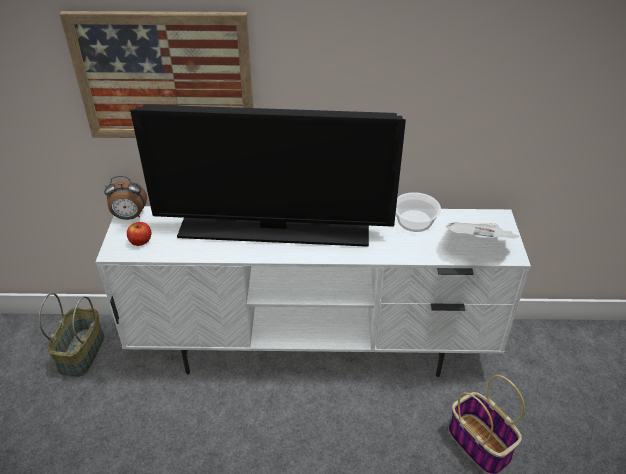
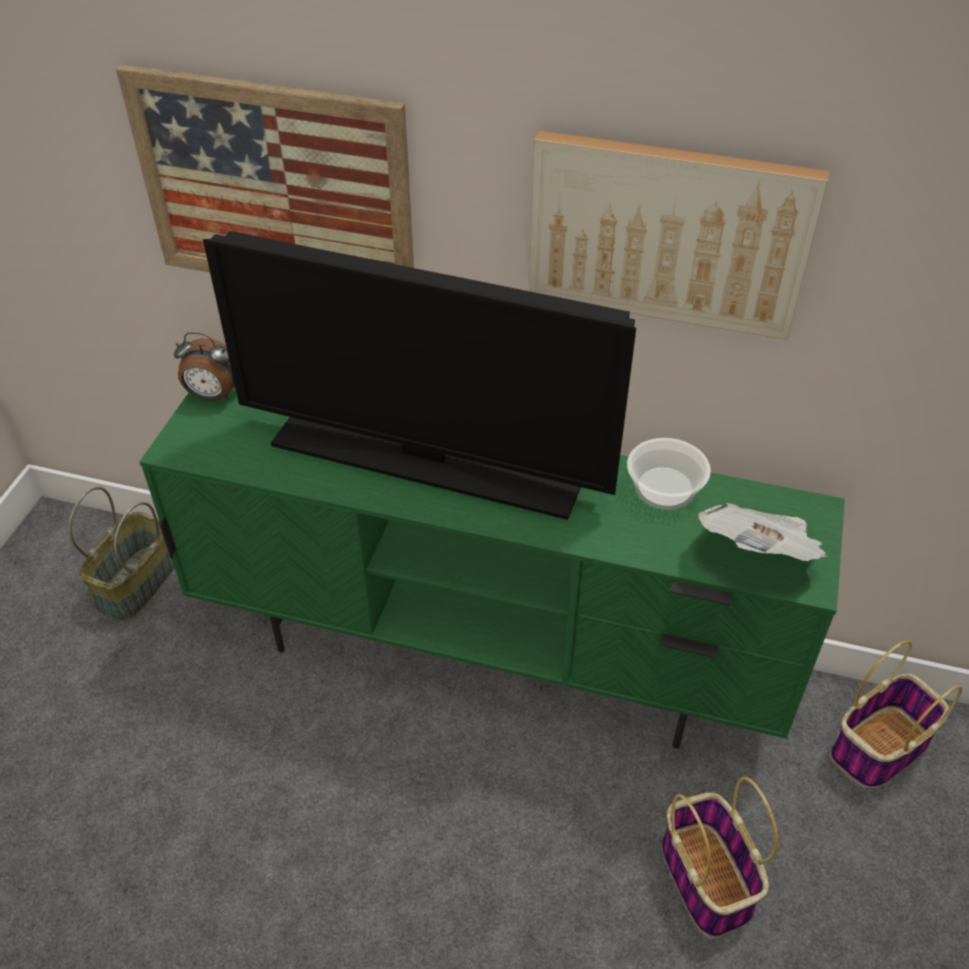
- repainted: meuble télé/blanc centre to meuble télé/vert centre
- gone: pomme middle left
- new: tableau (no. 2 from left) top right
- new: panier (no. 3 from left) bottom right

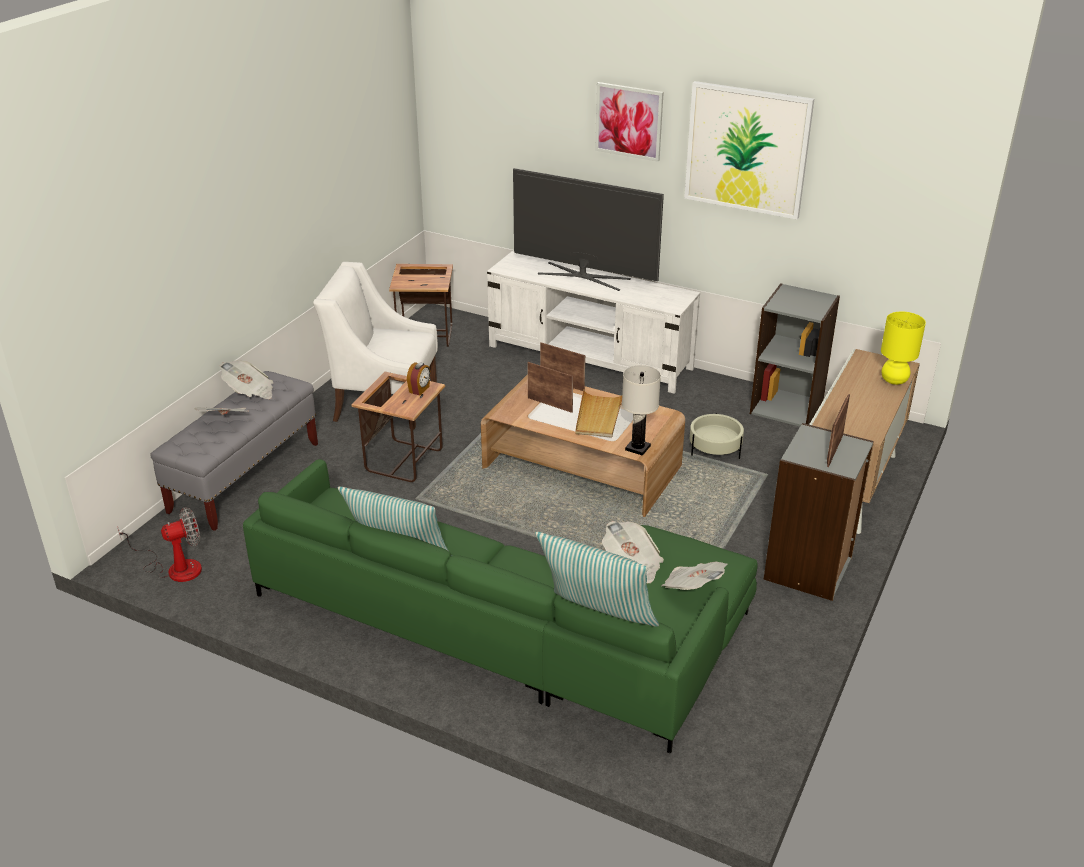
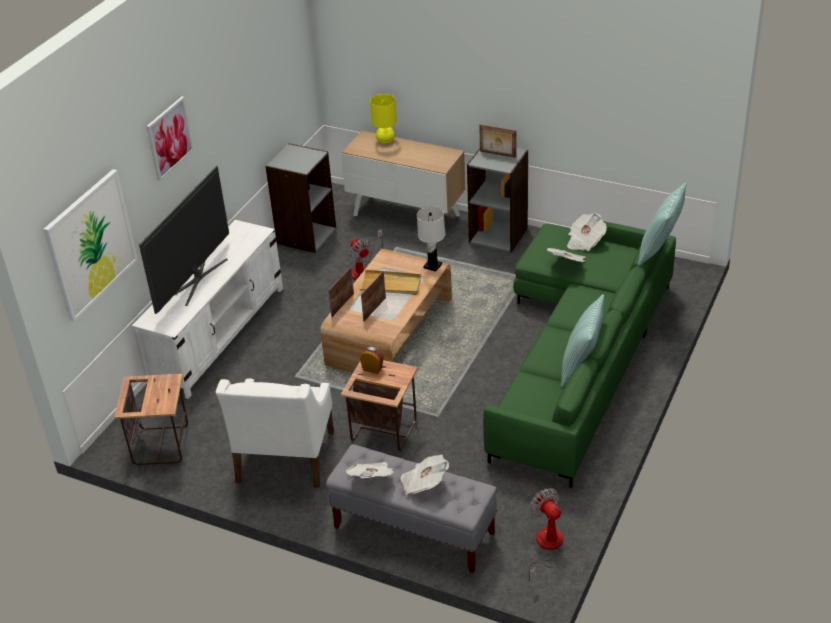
- shifted: tableau (no. 2 from left in the first image) top right to tableau (no. 1 from left) middle left
- swapped: cache-pot/beige centre to ventilateur (no. 1 from left) centre

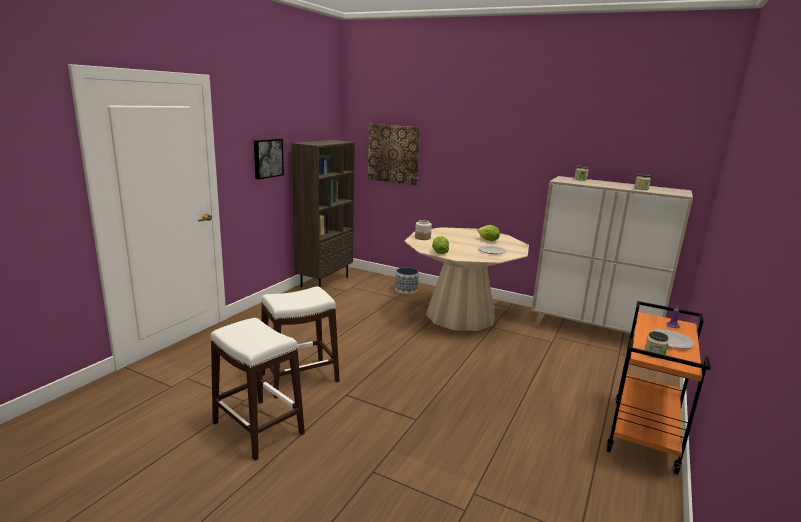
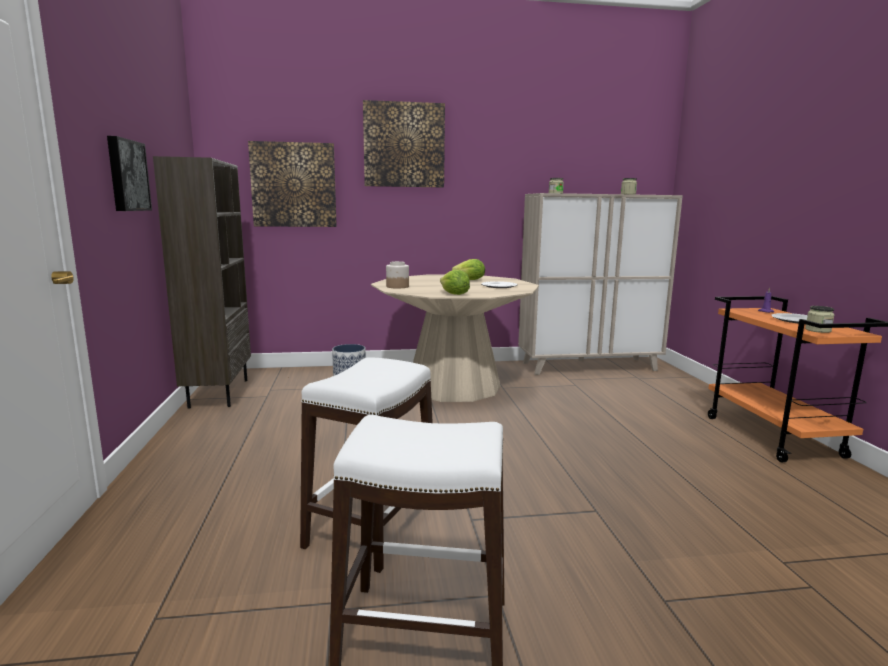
- new: tableau (no. 3 from left) top centre

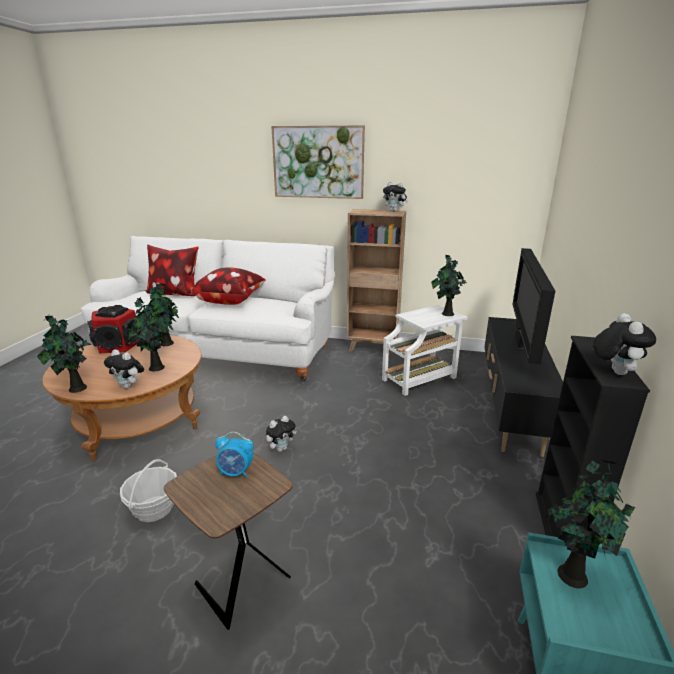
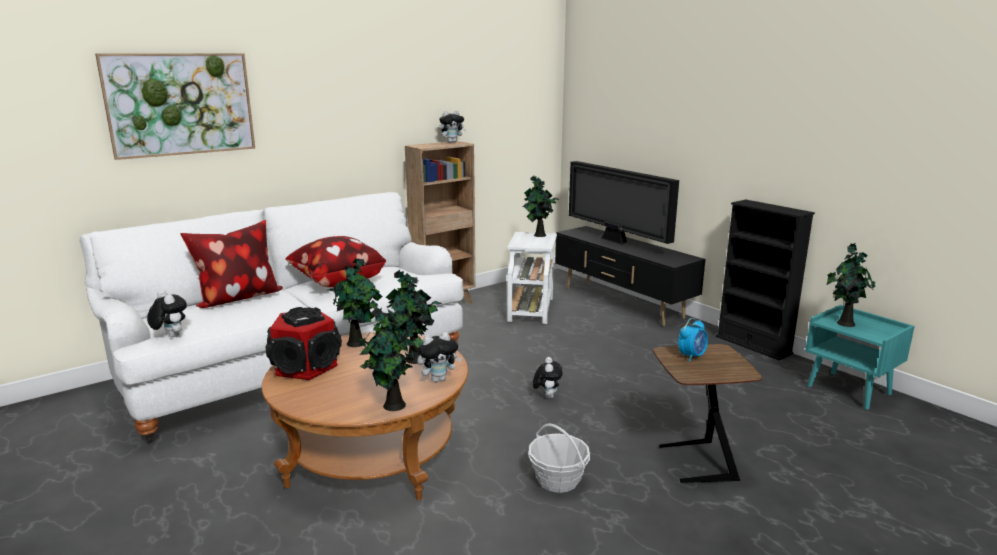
- shifted: tableau top centre to top left
- shifted: peluche (no. 4 from left in the first image) middle right to peluche (no. 1 from left) middle left

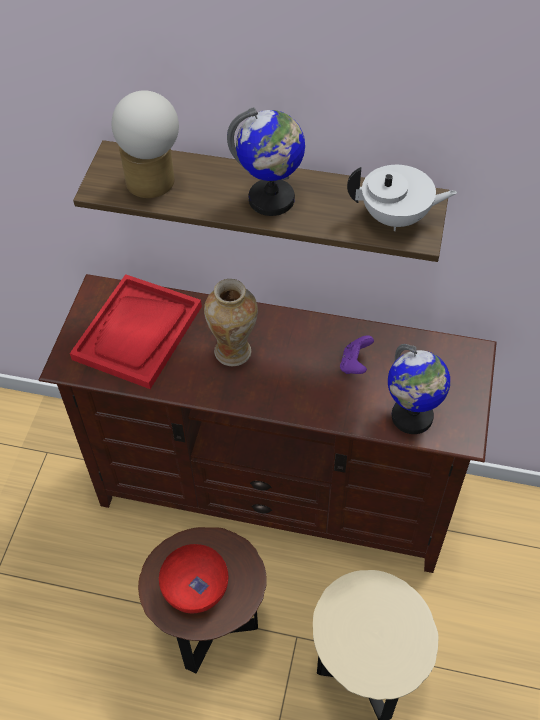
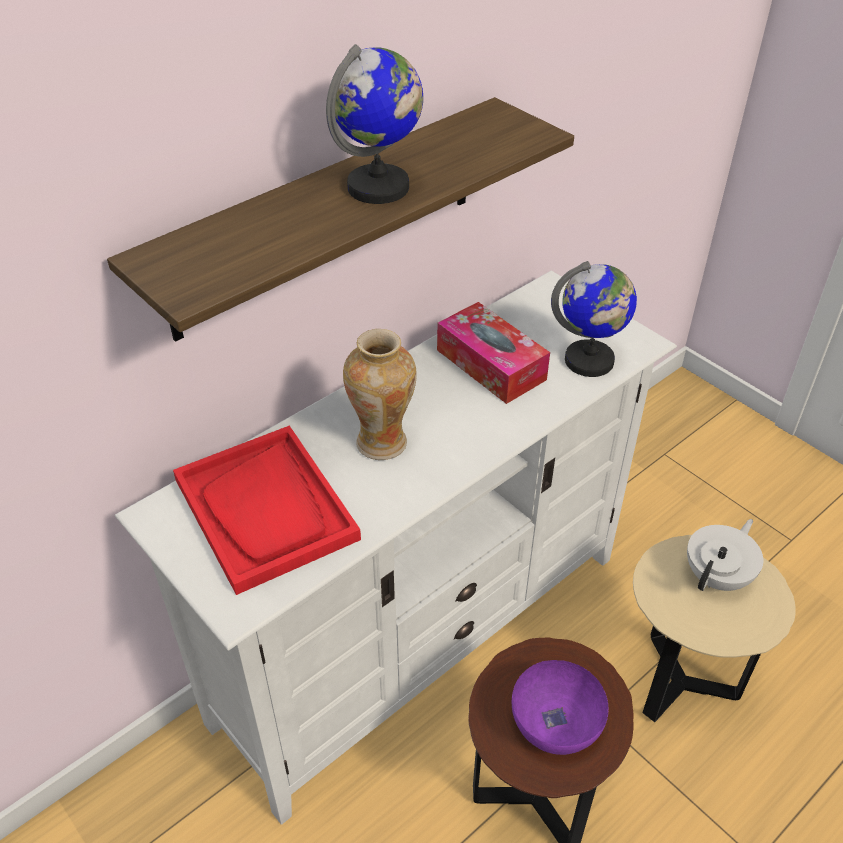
- repainted: meuble télé/marron centre to meuble télé/blanc centre
- gone: lampe de table top left
- repainted: bol/rouge bottom centre to bol/violet bottom centre
- swapped: manette/violet centre to boîte à mouchoirs centre
- shifted: théière/blanc top right to middle right

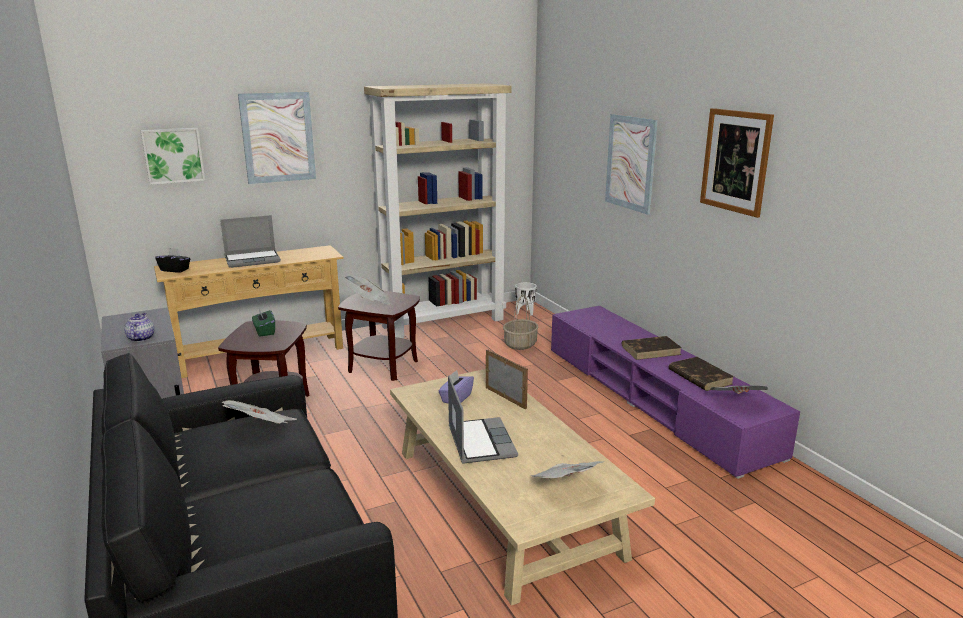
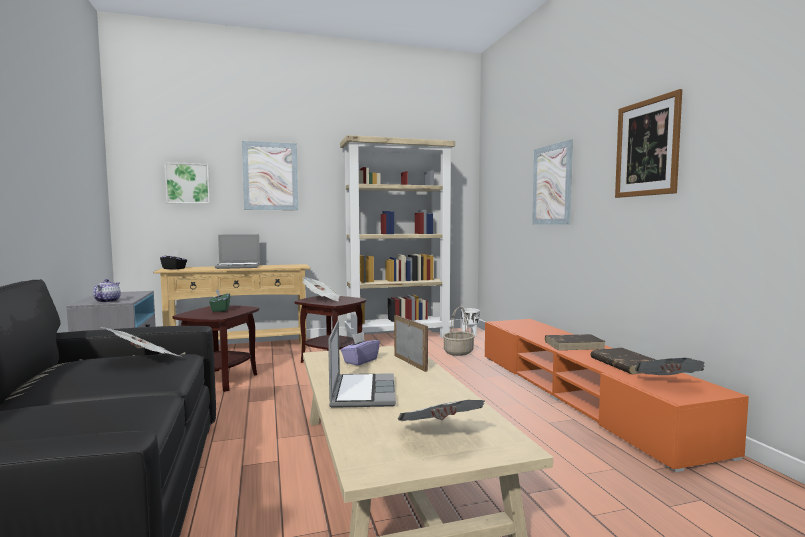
- repainted: meuble télé/violet middle right to meuble télé/orange bottom right

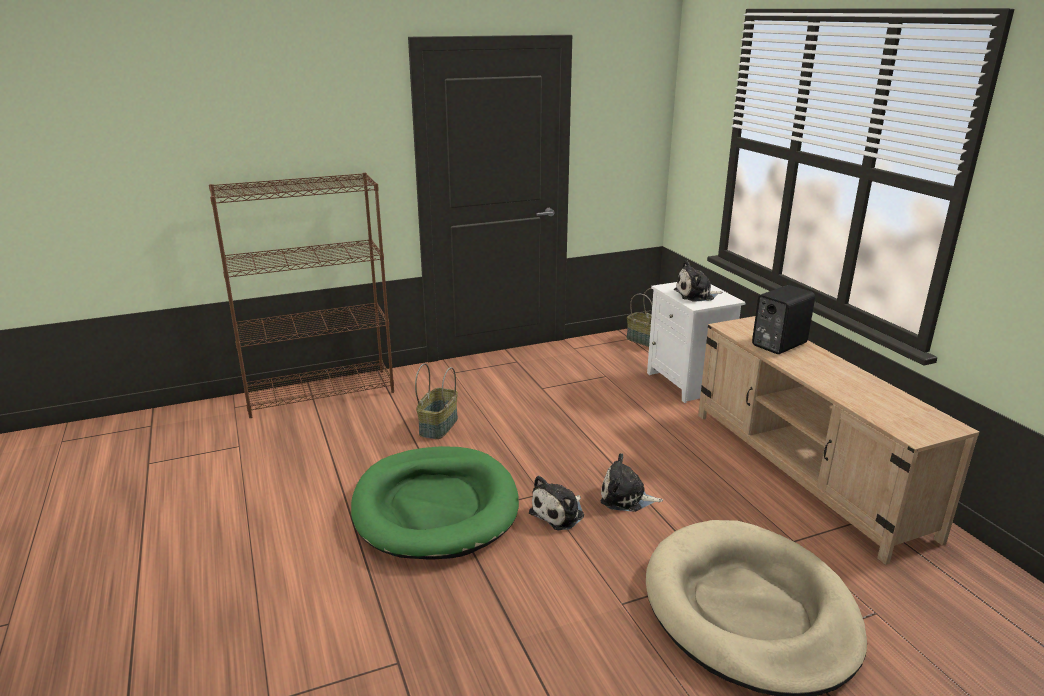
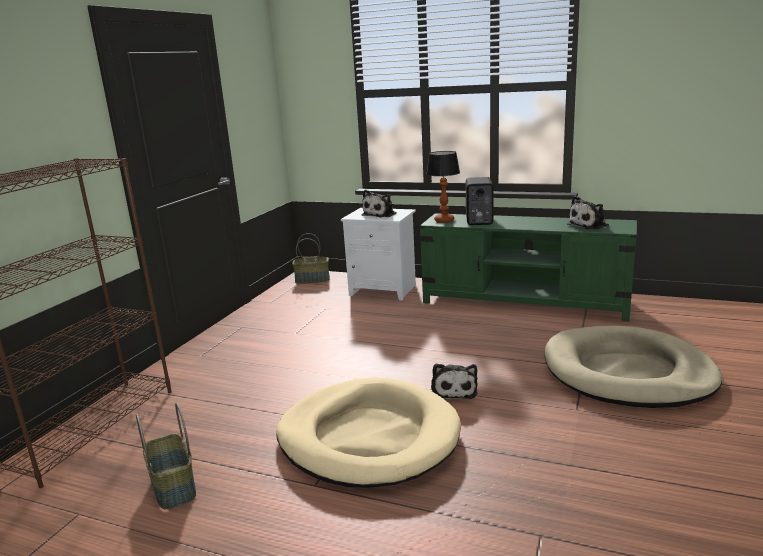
- repainted: panier pour chien/vert bottom centre to panier pour chien/beige (no. 1 from left) bottom centre
- shifted: panier (no. 1 from left) centre to bottom left
- shifted: peluche (no. 2 from left in the first image) bottom centre to peluche (no. 3 from left) middle right
- repainted: meuble télé/beige middle right to meuble télé/vert middle right
- new: lampe de table centre

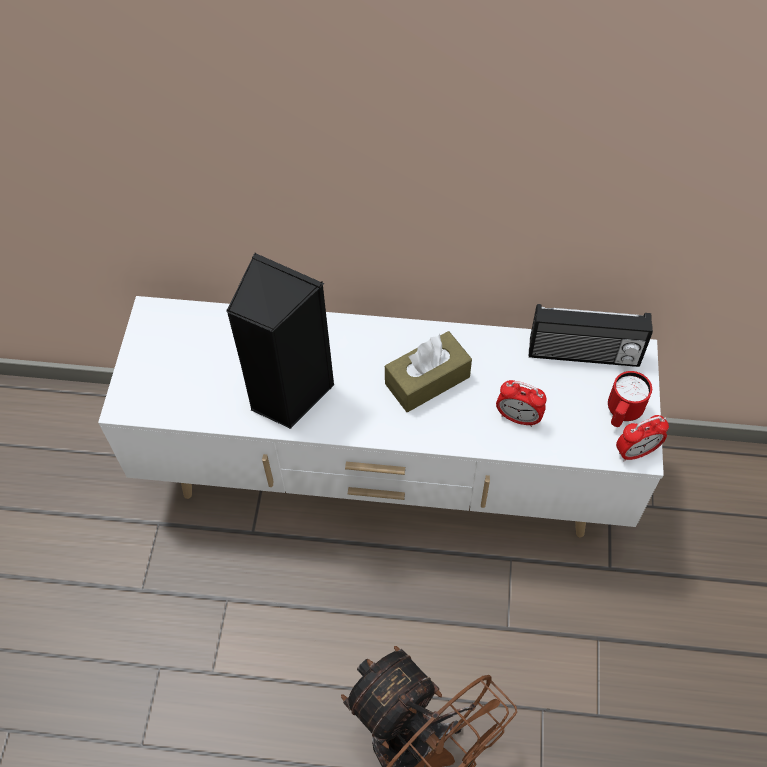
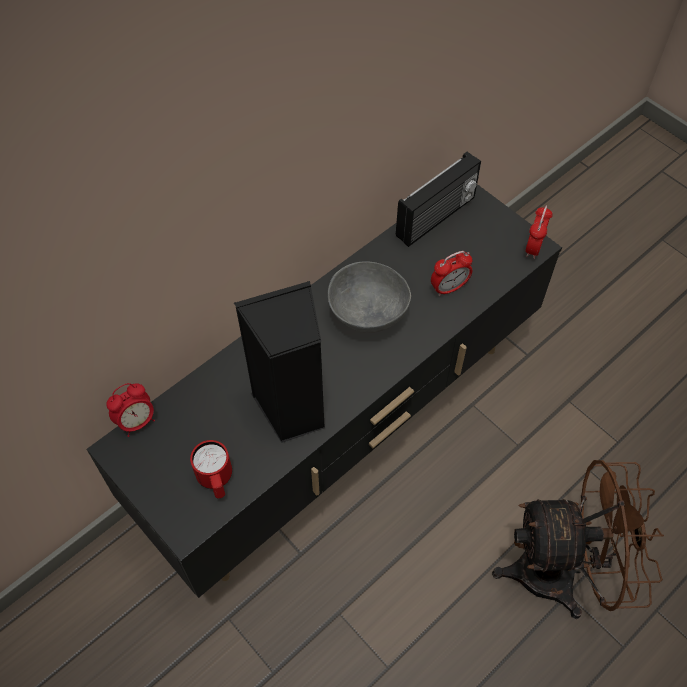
- repainted: meuble télé/blanc centre to meuble télé/noir centre
- swapped: boîte à mouchoirs/marron centre to bol/gris centre
- shifted: mug/rouge middle right to bottom left
- new: réveil (no. 1 from left) middle left

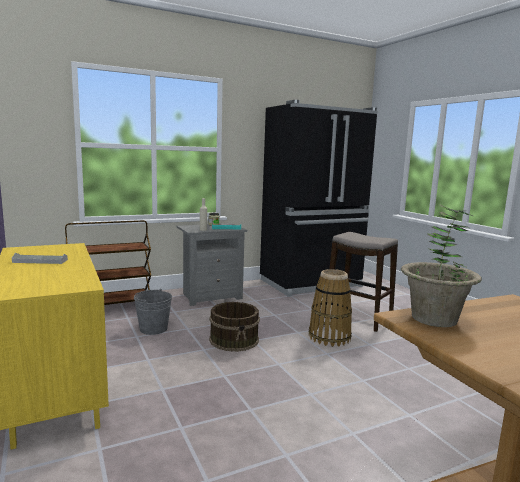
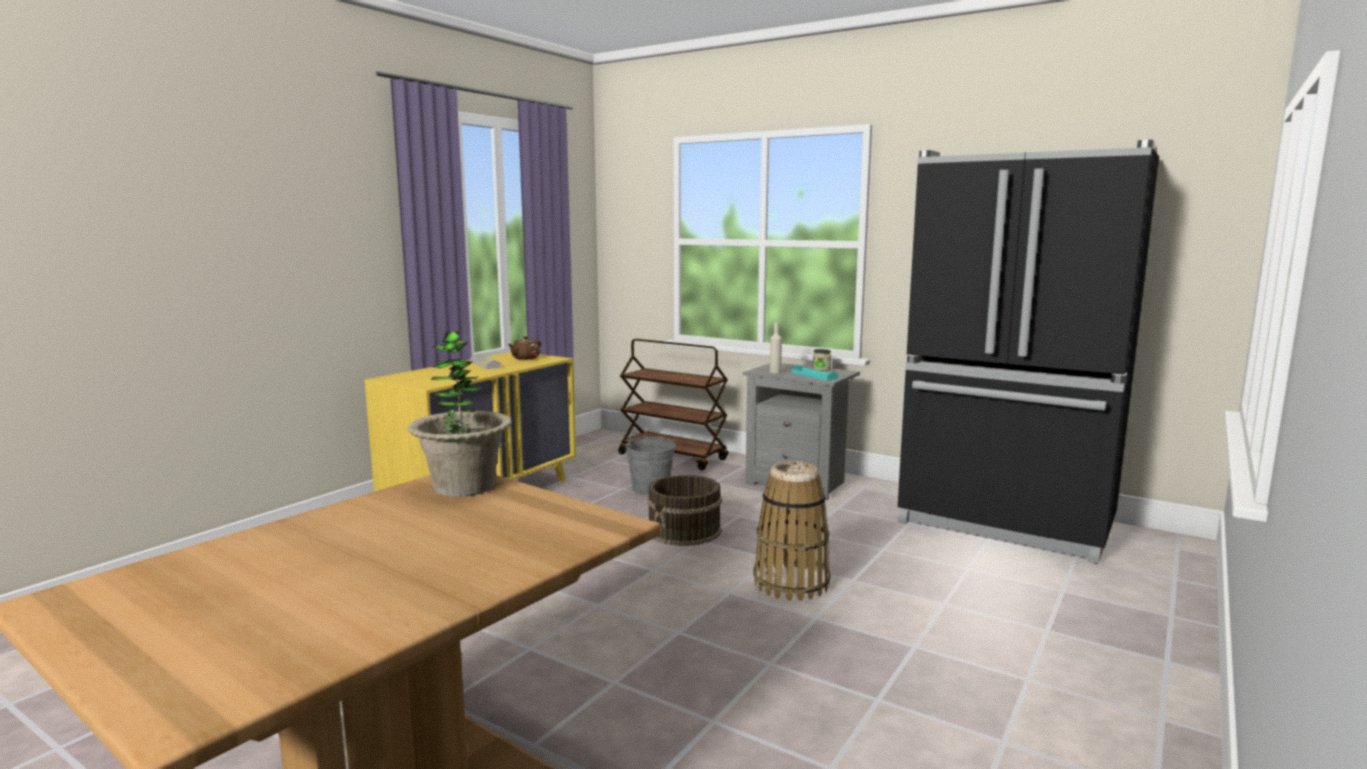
- gone: tabouret middle right
- new: théière/marron centre

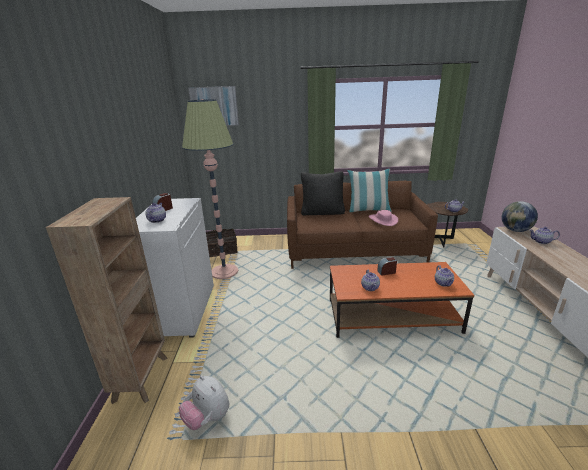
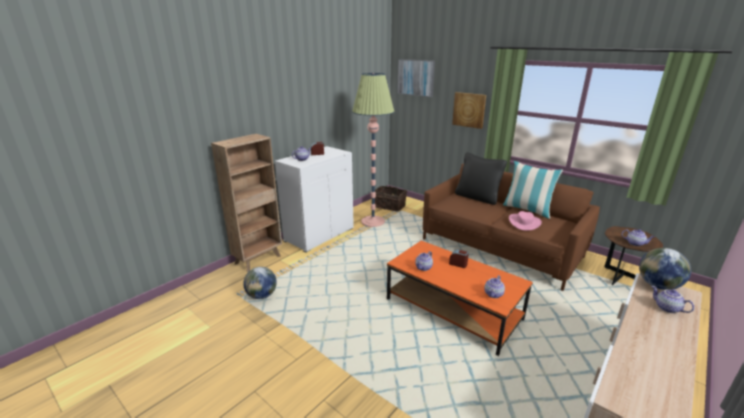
- swapped: peluche bottom centre to globe (no. 1 from left) bottom centre
- new: tableau (no. 2 from left) top centre

